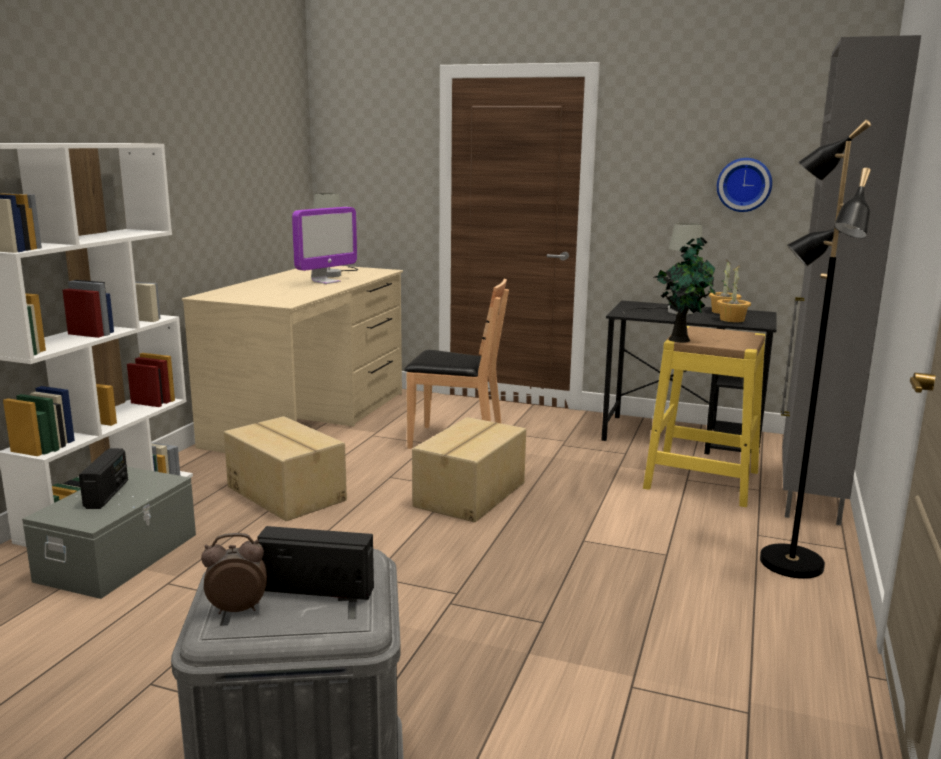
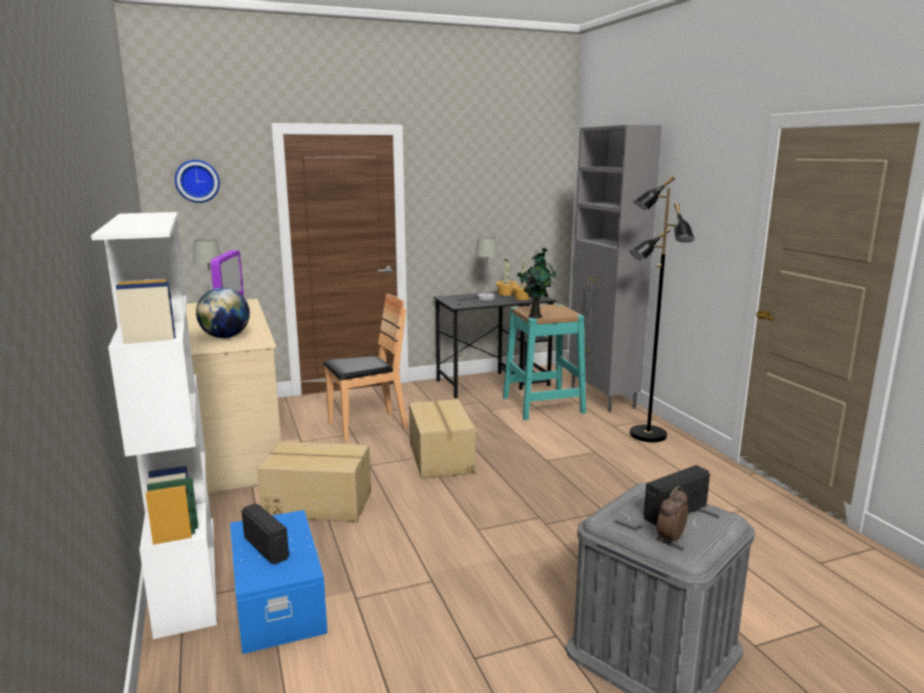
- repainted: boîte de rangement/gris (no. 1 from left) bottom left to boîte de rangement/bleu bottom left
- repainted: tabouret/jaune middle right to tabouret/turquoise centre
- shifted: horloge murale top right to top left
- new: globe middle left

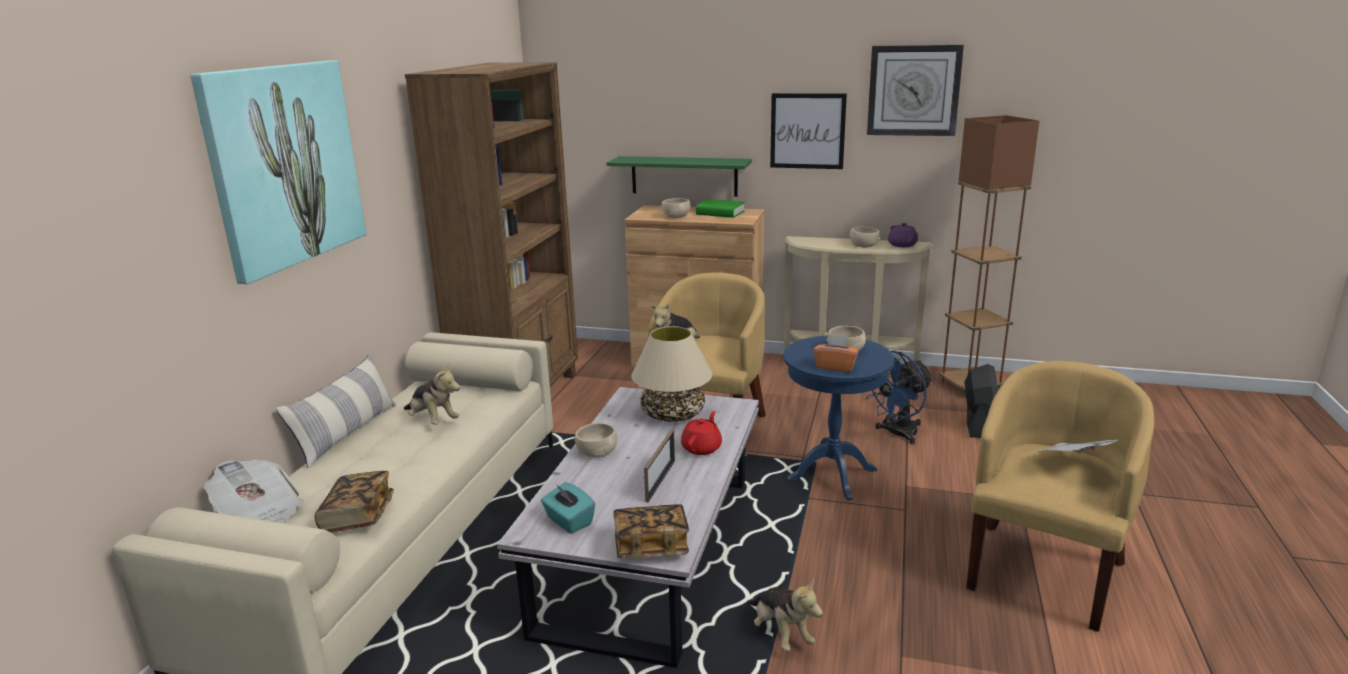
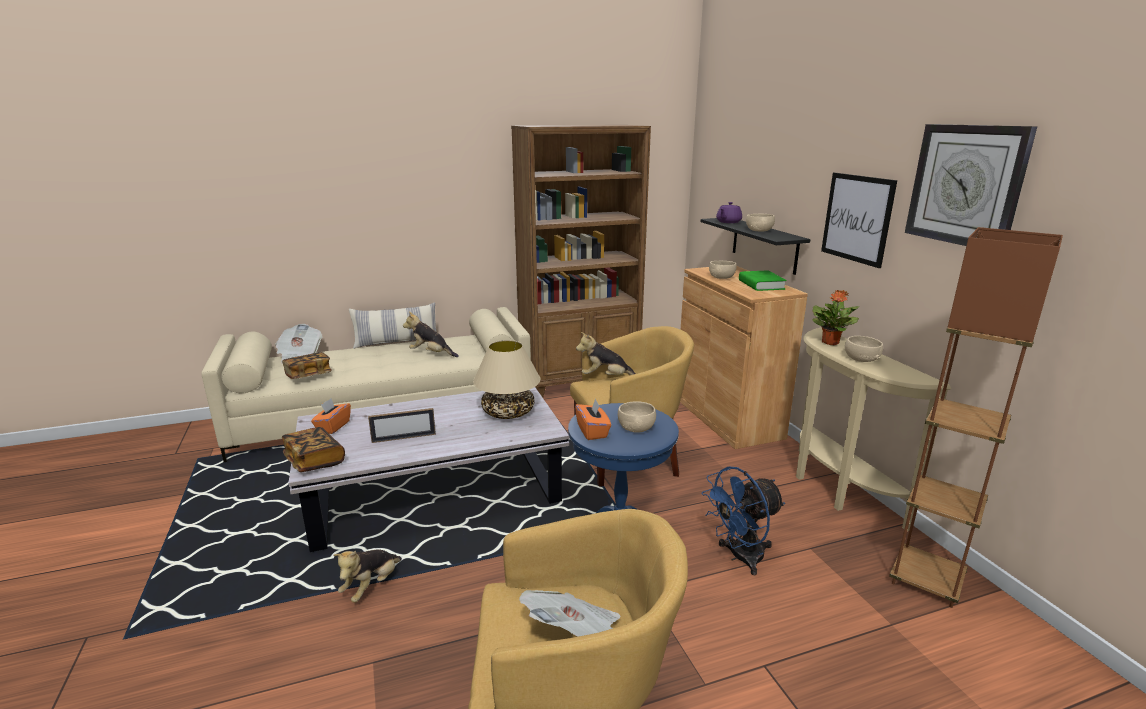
- gone: tableau (no. 1 from left) top left
- rotated: peluche (no. 1 from left in the first image) middle left = centre 105 degrees clockwise
- repainted: boîte à mouchoirs/turquoise bottom centre to boîte à mouchoirs/orange (no. 1 from left) middle left
- shifted: bol/beige (no. 1 from left in the first image) centre to bol/beige (no. 3 from left) top centre
- repainted: étagère/vert top centre to étagère/noir centre
- gone: théière/rouge centre
- rotated: ventilateur/bleu middle right = bottom centre 45 degrees counterclockwise
- shifted: théière/violet middle right to top centre
- gone: ventilateur/noir middle right
- new: plante en pot middle right

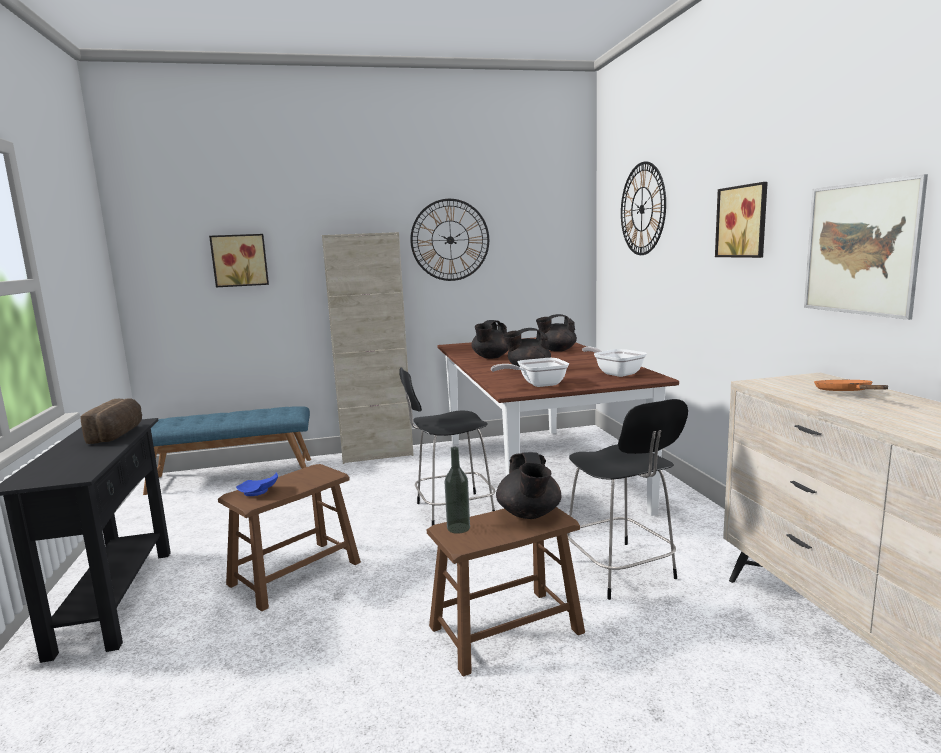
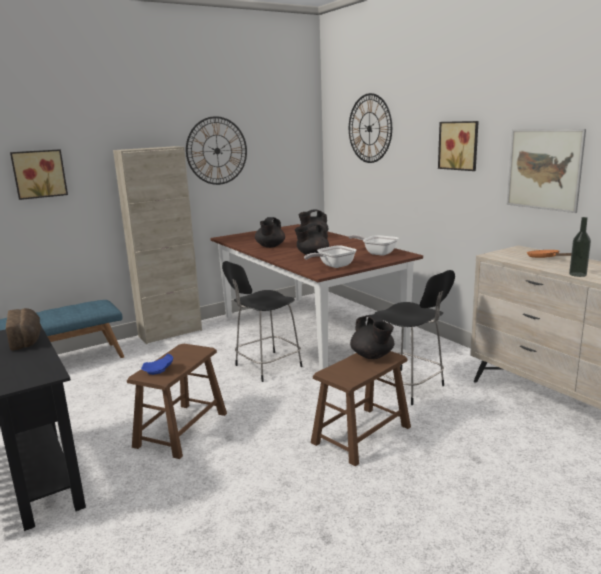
- shifted: bouteille centre to middle right

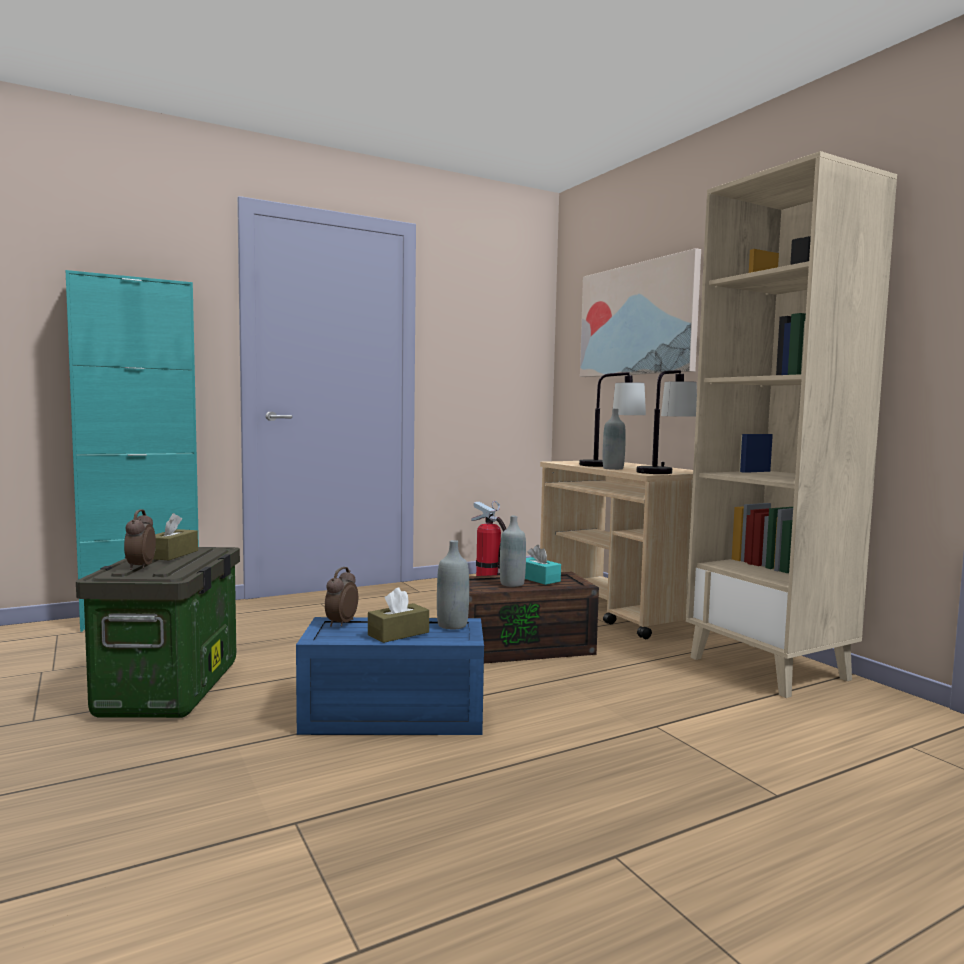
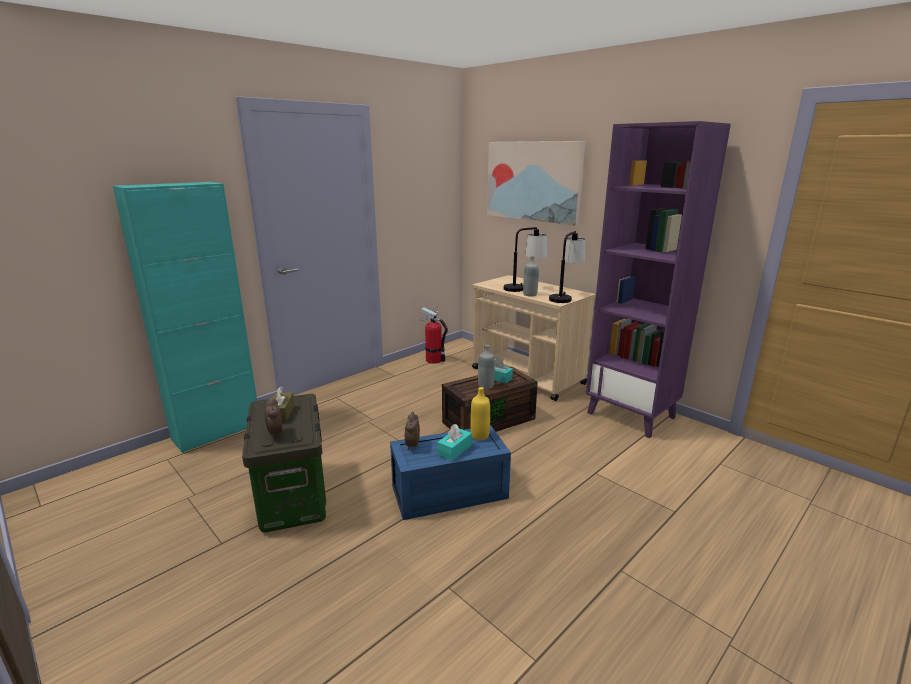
- repainted: boîte à mouchoirs/marron (no. 2 from left) centre to boîte à mouchoirs/turquoise (no. 1 from left) centre
- repainted: bouteille/gris (no. 1 from left) centre to bouteille/jaune centre
- repainted: bibliothèque/beige middle right to bibliothèque/violet middle right

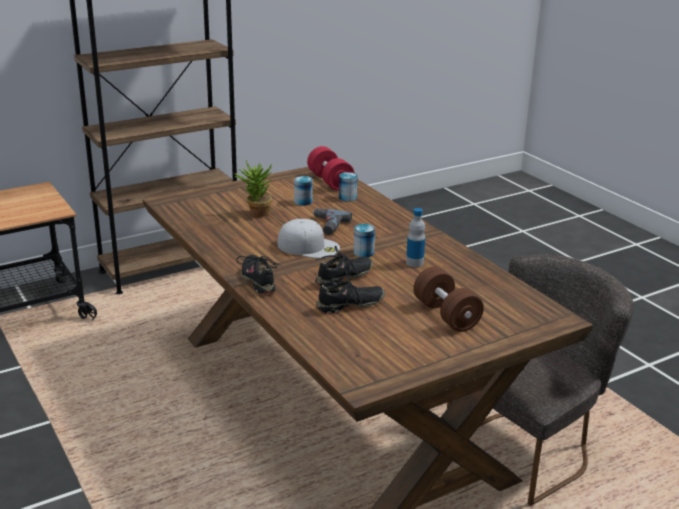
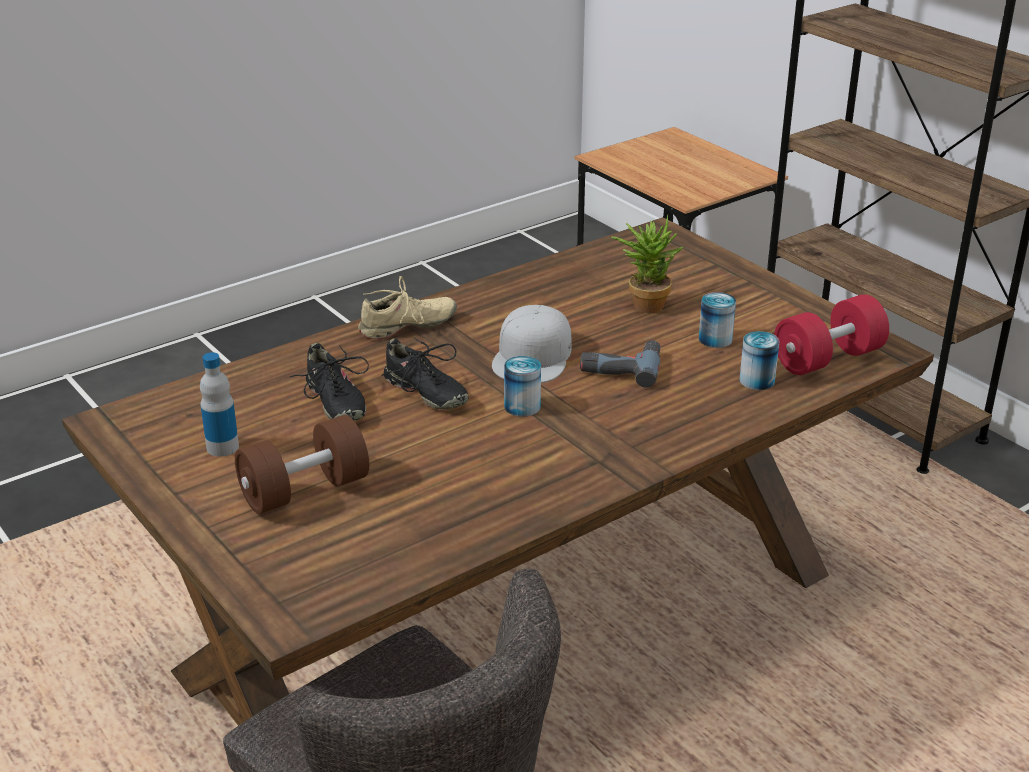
- repainted: chaussure/noir (no. 1 from left) centre to chaussure/beige centre
- shifted: bouteille centre to middle left

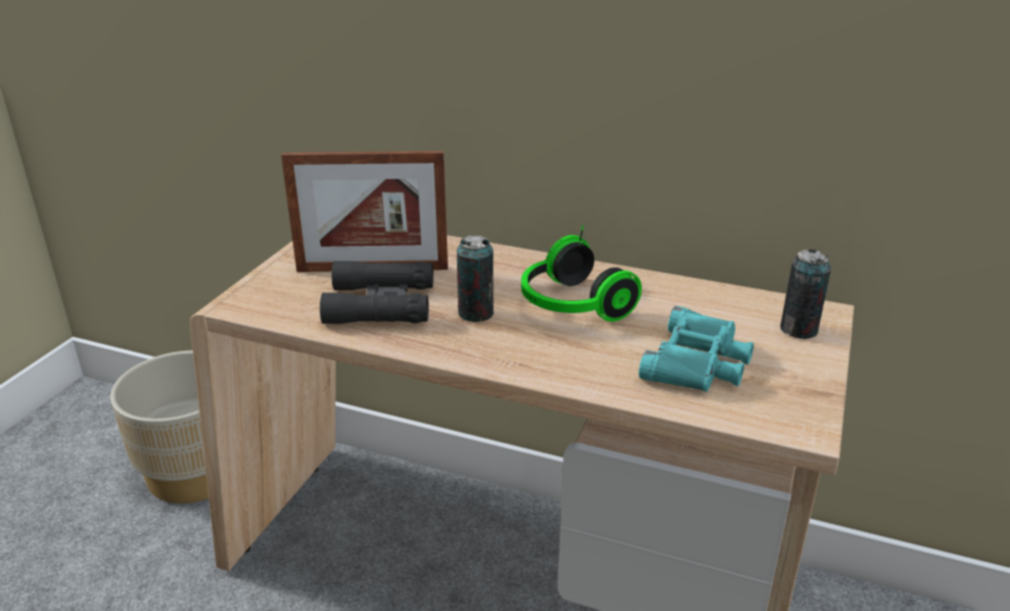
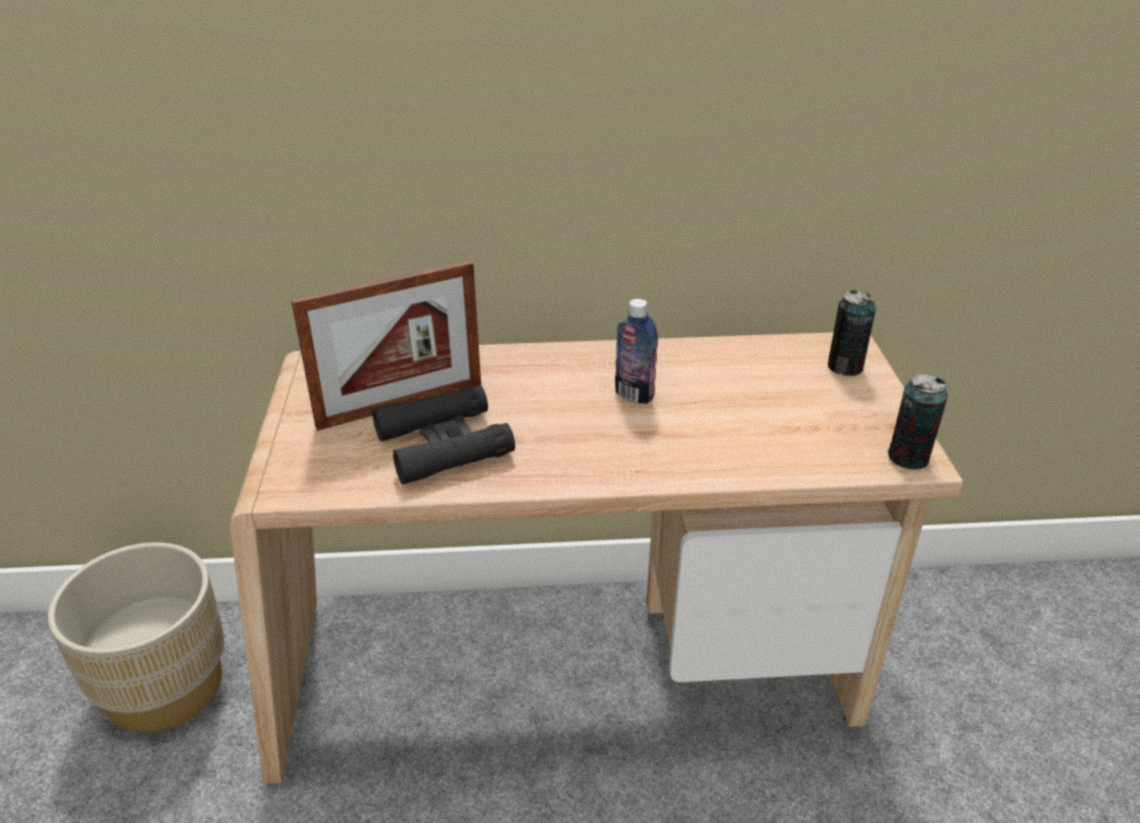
- shifted: boîte métallique (no. 1 from left in the first image) centre to boîte métallique (no. 2 from left) middle right
- swapped: casque audio centre to bouteille centre
- gone: jumelles/turquoise middle right

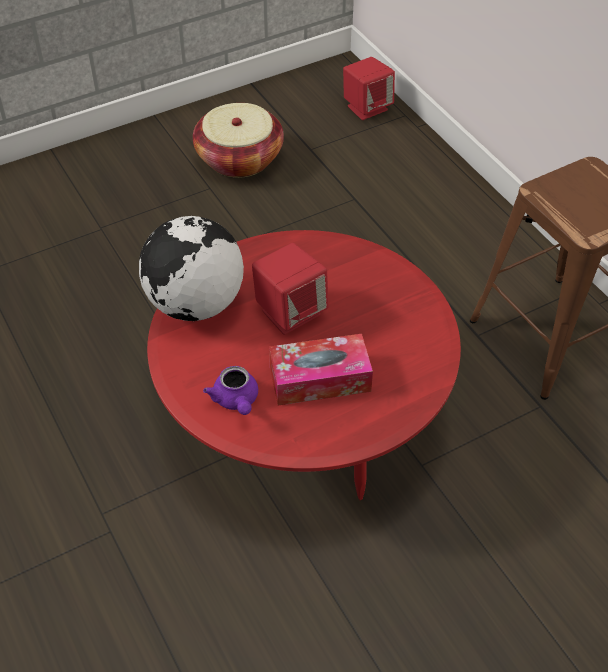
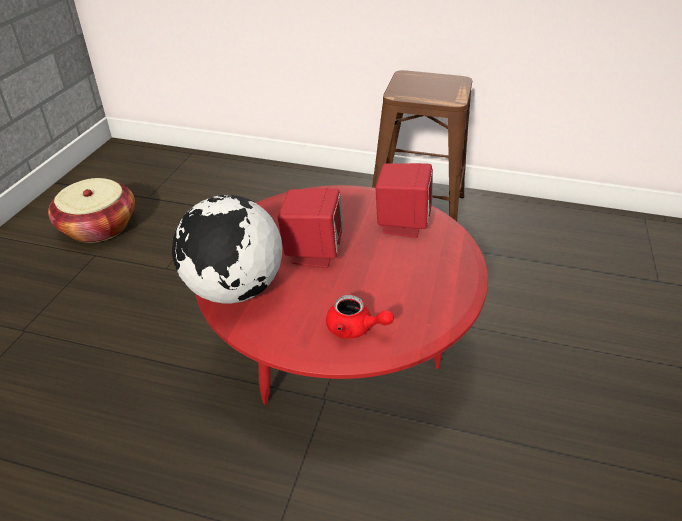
- repainted: théière/violet centre to théière/rouge centre
- gone: boîte à mouchoirs centre
- shifted: enceinte/rouge (no. 2 from left) top centre to centre

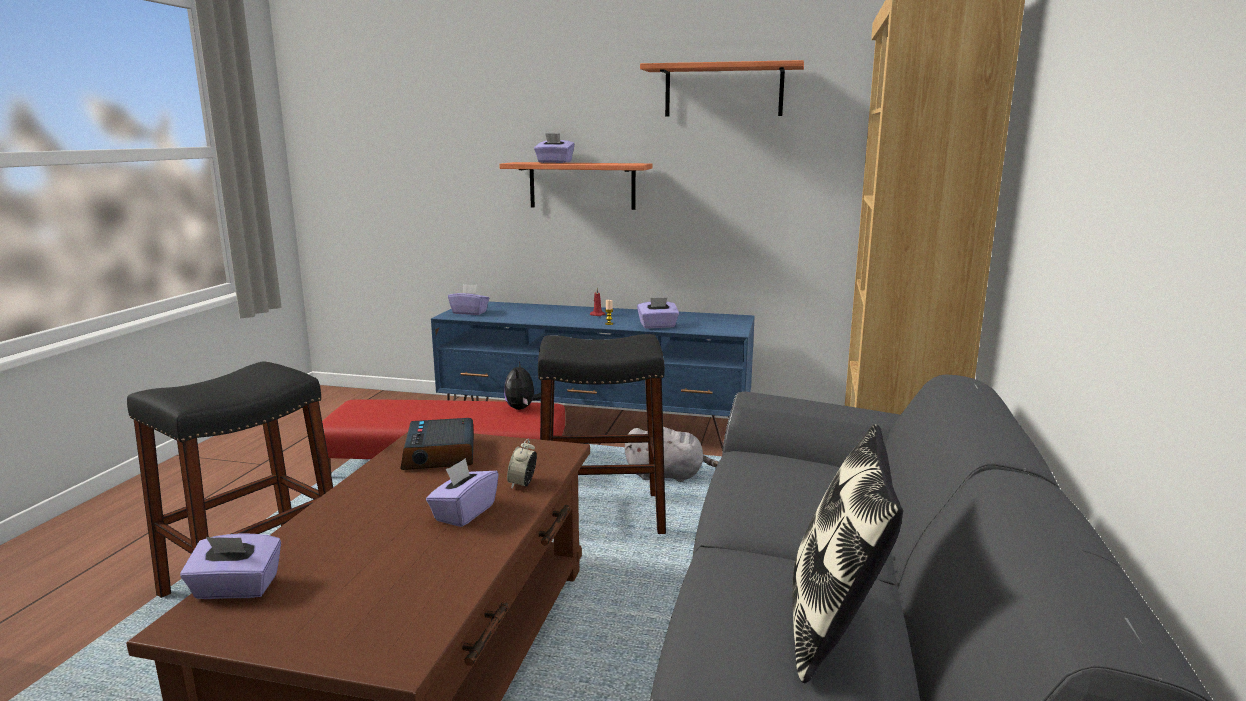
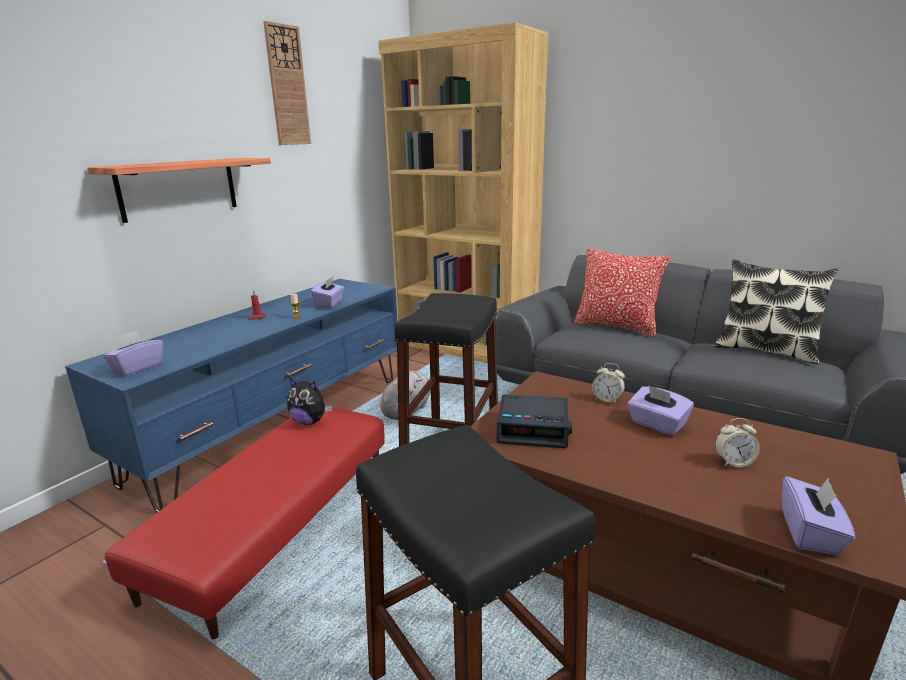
- gone: boîte à mouchoirs/violet (no. 4 from left) top centre
- swapped: étagère (no. 2 from left) top centre to horloge murale top left
- new: coussin (no. 1 from left) middle right
- new: réveil (no. 3 from left) middle right

